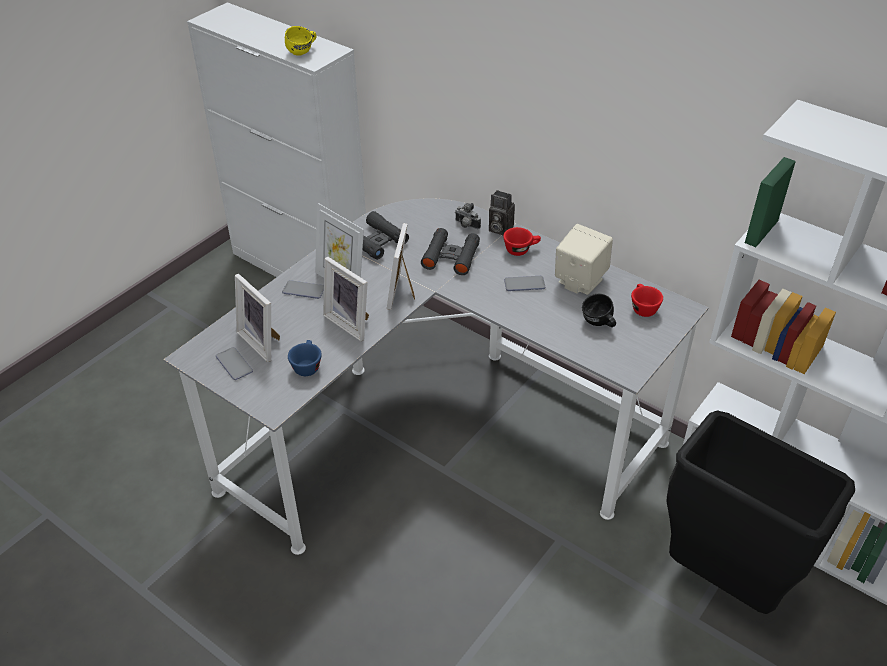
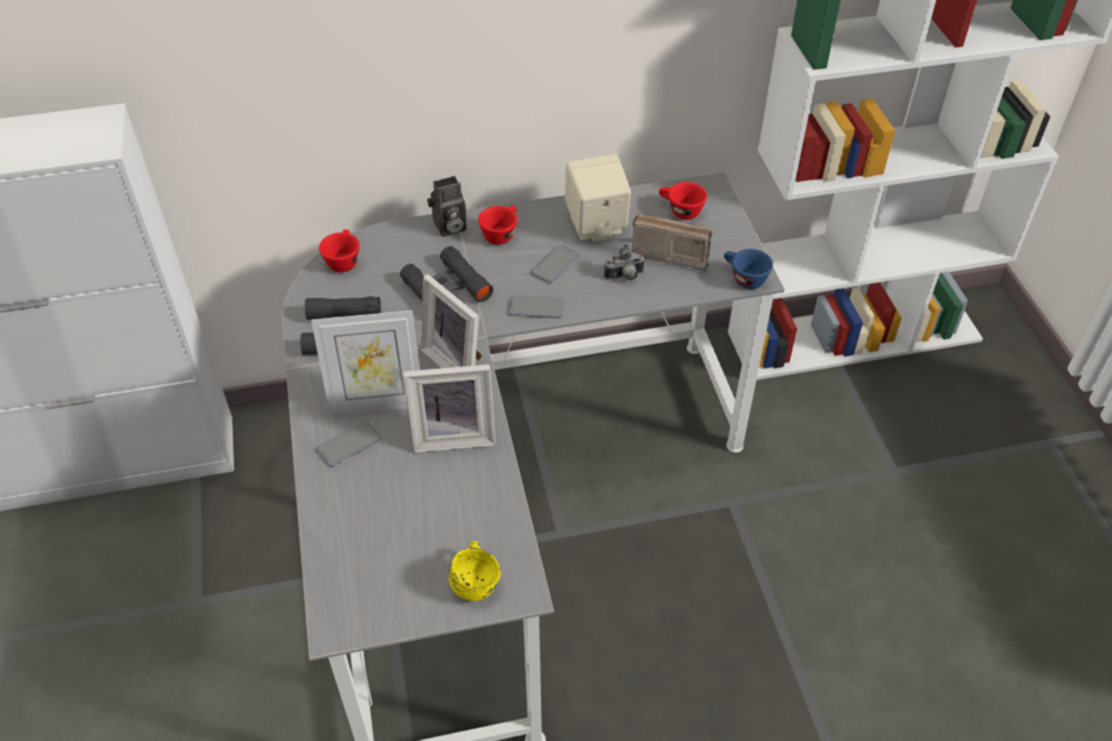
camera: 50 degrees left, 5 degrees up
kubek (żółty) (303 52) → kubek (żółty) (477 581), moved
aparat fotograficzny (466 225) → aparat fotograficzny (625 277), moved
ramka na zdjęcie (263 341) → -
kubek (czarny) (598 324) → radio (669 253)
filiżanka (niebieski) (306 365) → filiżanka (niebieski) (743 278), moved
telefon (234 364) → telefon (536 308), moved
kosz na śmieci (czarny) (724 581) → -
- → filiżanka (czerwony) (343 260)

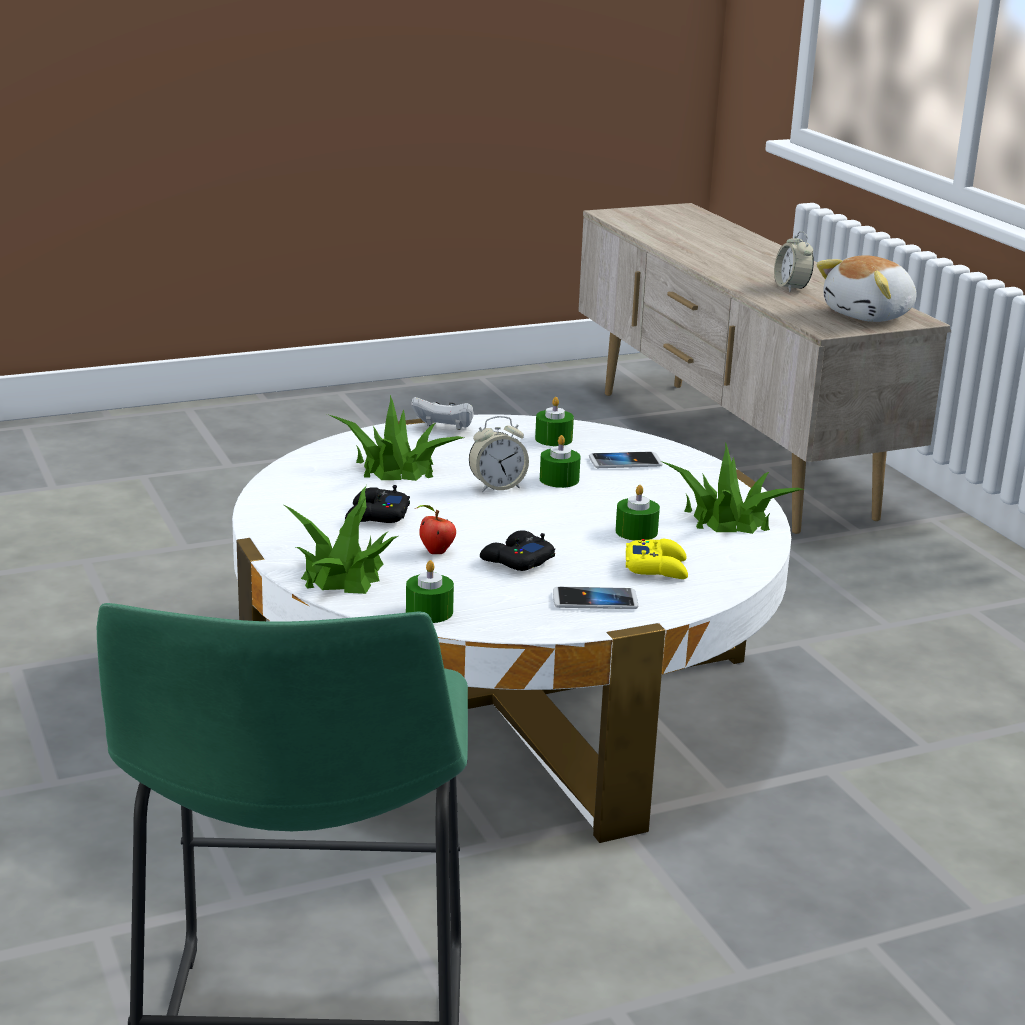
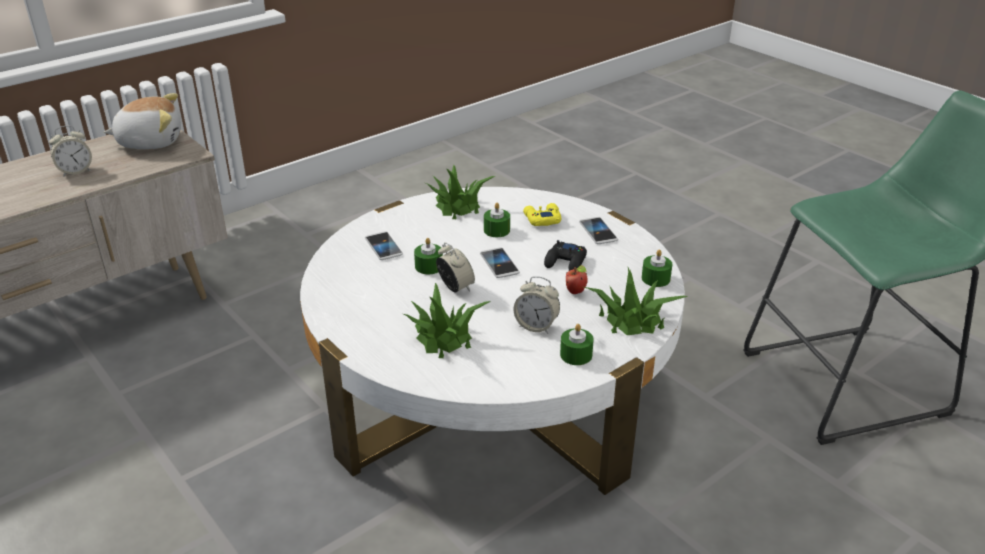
camera: 105 degrees left, 10 degrees up
pluszak (870 315) → pluszak (150 142), 45 degrees counterclockwise
pad do gier (biały) (443 428) → -
świeca (zielony) (553 439) → świeca (zielony) (576 355), moved
pad do gier (czarny) (376 515) → budzik (536 326)
- → telefon (499 264)

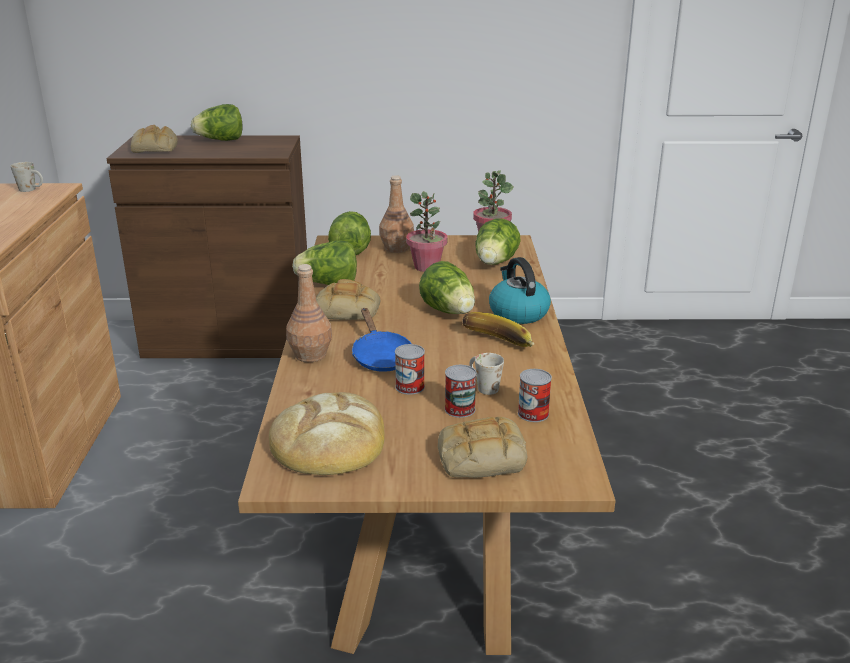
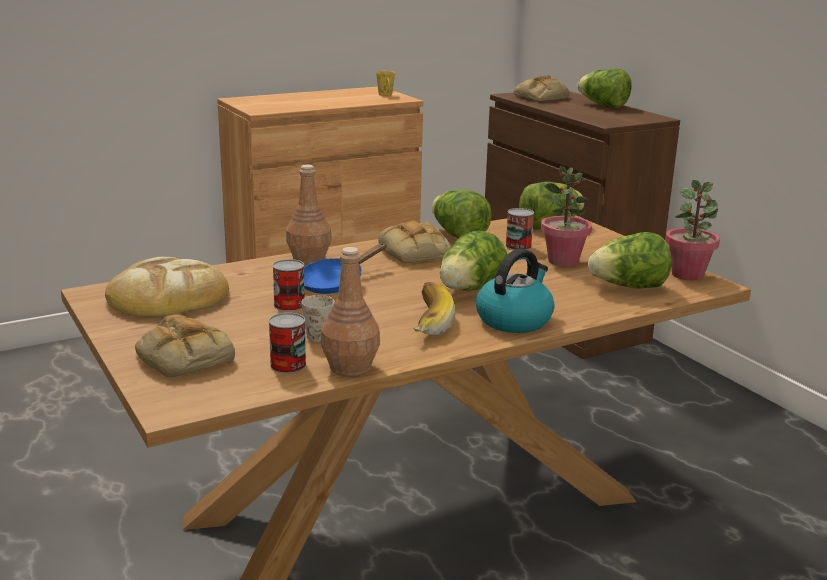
camera: 60 degrees right, 5 degrees down
kubek (biały) (32 190) → kubek (żółty) (386 95)
butelka (brązowy) (397 248) → butelka (brązowy) (350 368), moved
puszka (459 409) → puszka (518 246), moved

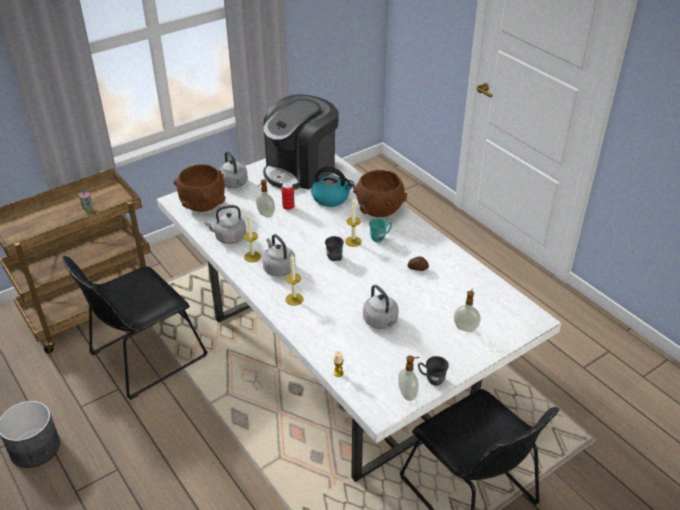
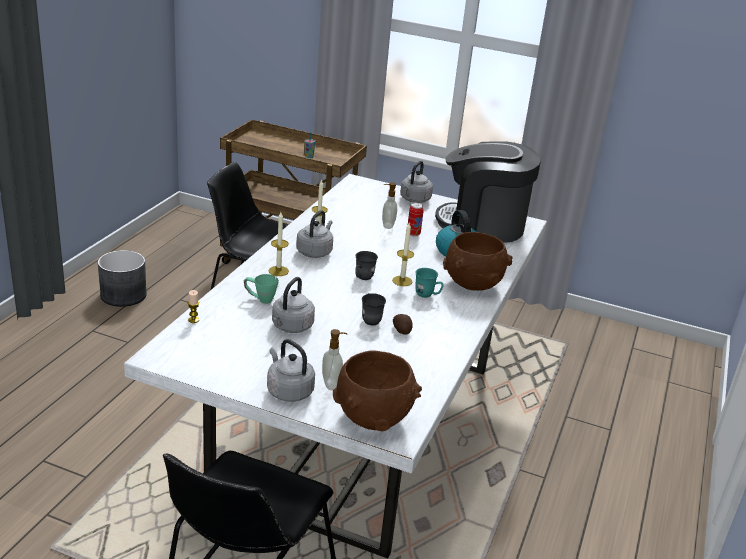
camera: 55 degrees right, 10 degrees down
miska (brązowy) (202 205) → miska (brązowy) (373 417), moved
czajnik (szary) (229 238) → czajnik (szary) (288 391), moved
dozownik mydła (408 394) → -
kubek (szary) (431 379) → kubek (szary) (370 319), moved
- → kubek (zielony) (260 299)

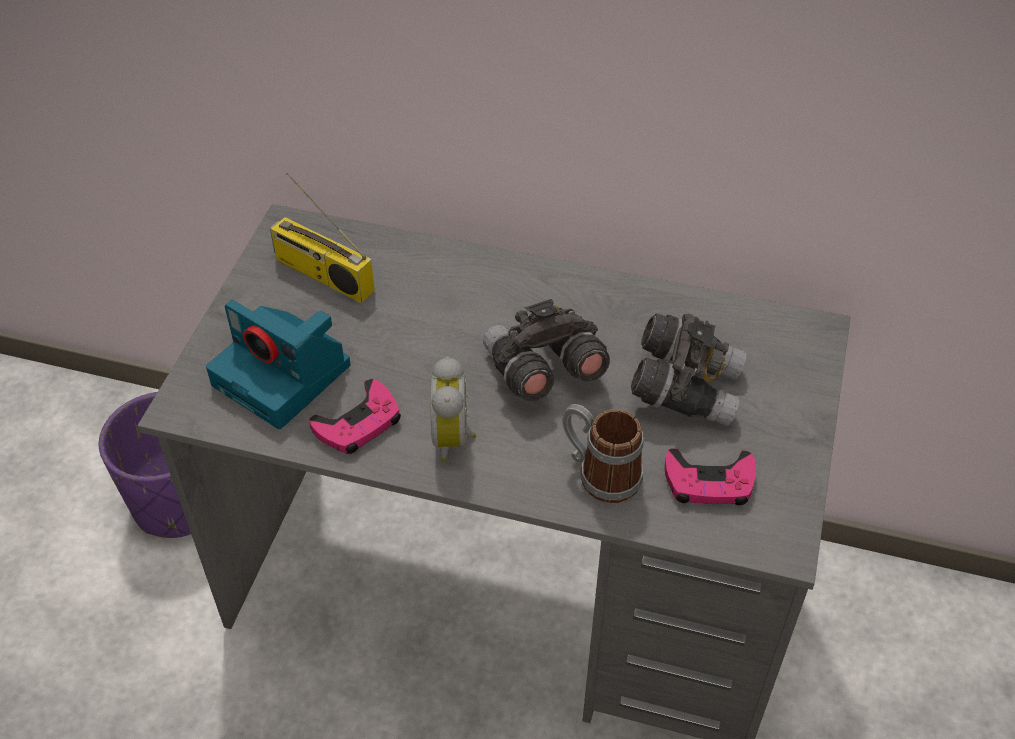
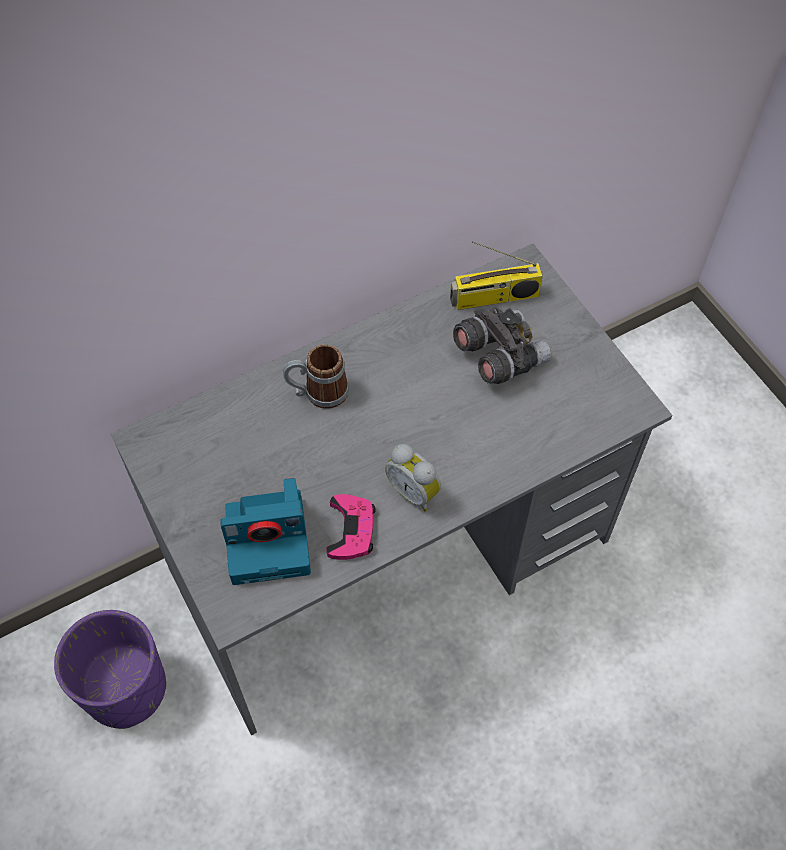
camera: 45 degrees left, 10 degrees up
radio (322 275) → radio (494 298), moved
lornetka (szary) (542 371) → -
kubek (599 473) → kubek (318 392), moved
pad do gier (różowy) (709 482) → -

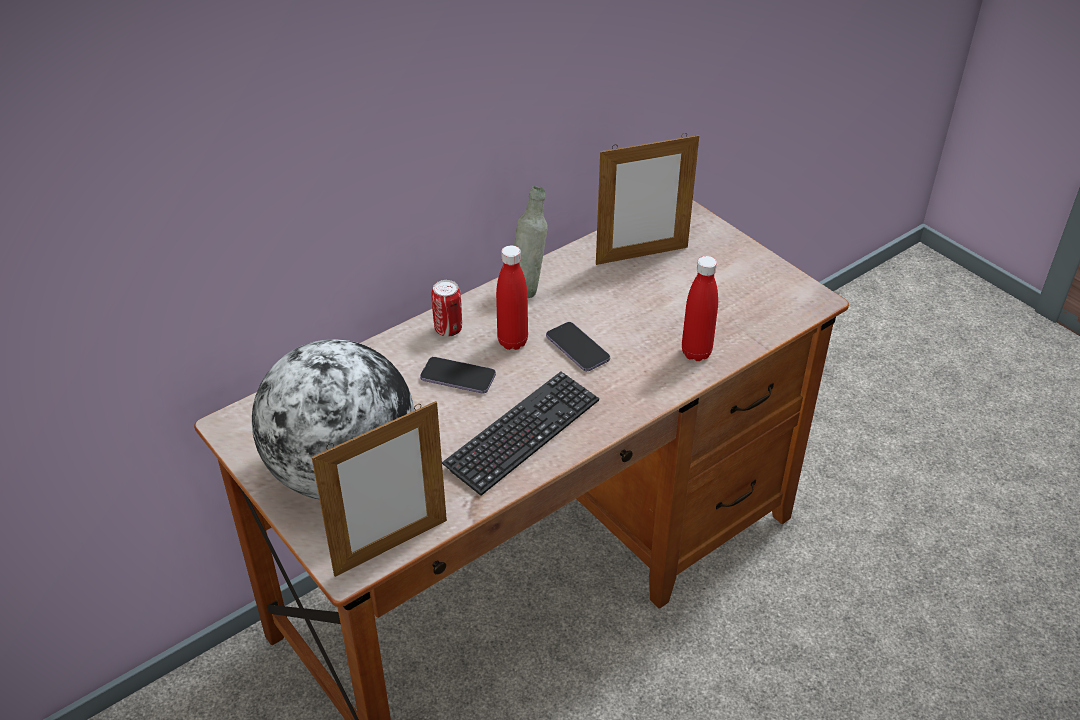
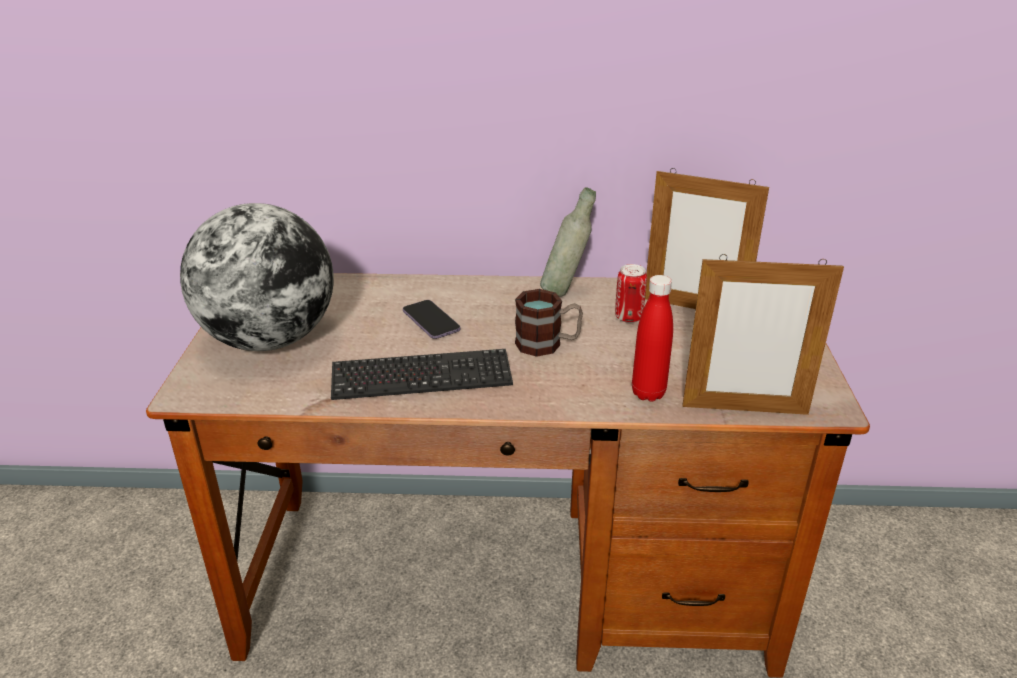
camera: 40 degrees right, 10 degrees down
butelka (czerwony) (512 342) → -
puszka (448 329) → puszka (628 317), moved
telefon (577 348) → kubek (547 344)
ramka na zdjęcie (391 547) → ramka na zdjęcie (744 409), moved

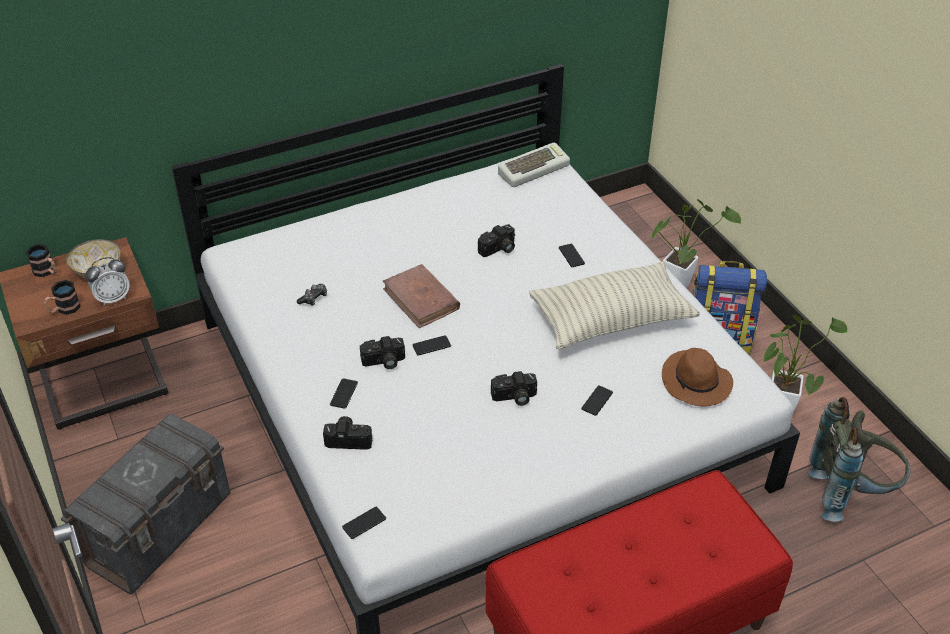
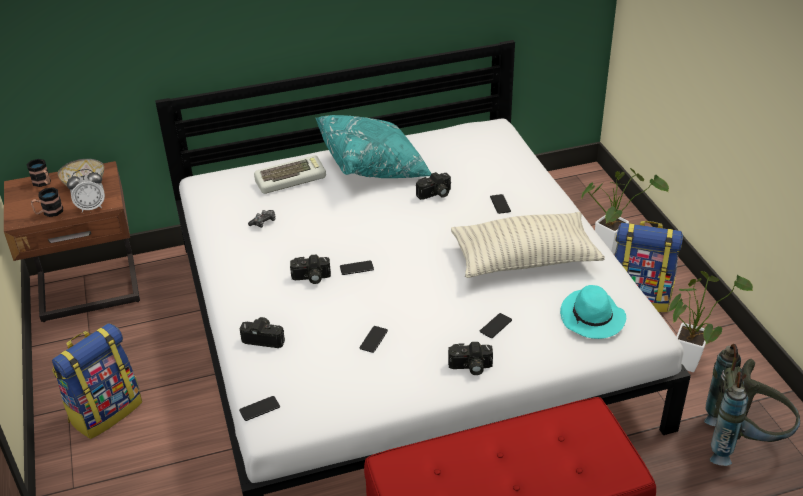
camera: 10 degrees right, 5 degrees down
klawiatura (533 169) → klawiatura (290 178), moved
książka (brązowy) (421 299) → -
kapelusz (brązowy) (696 382) → kapelusz (turkusowy) (592 318)
aparat fotograficzny (514 397) → aparat fotograficzny (470 367), moved
telefon (344 394) → telefon (373 339), moved
pojemnik do przechowywania (szary) (160 530) → plecak (105 411)
- → poduszka (turkusowy) (375 166)

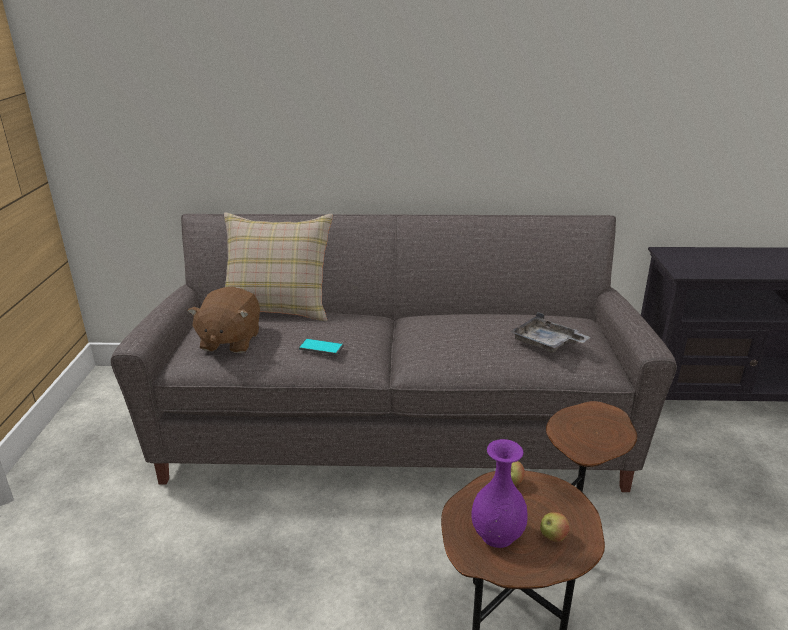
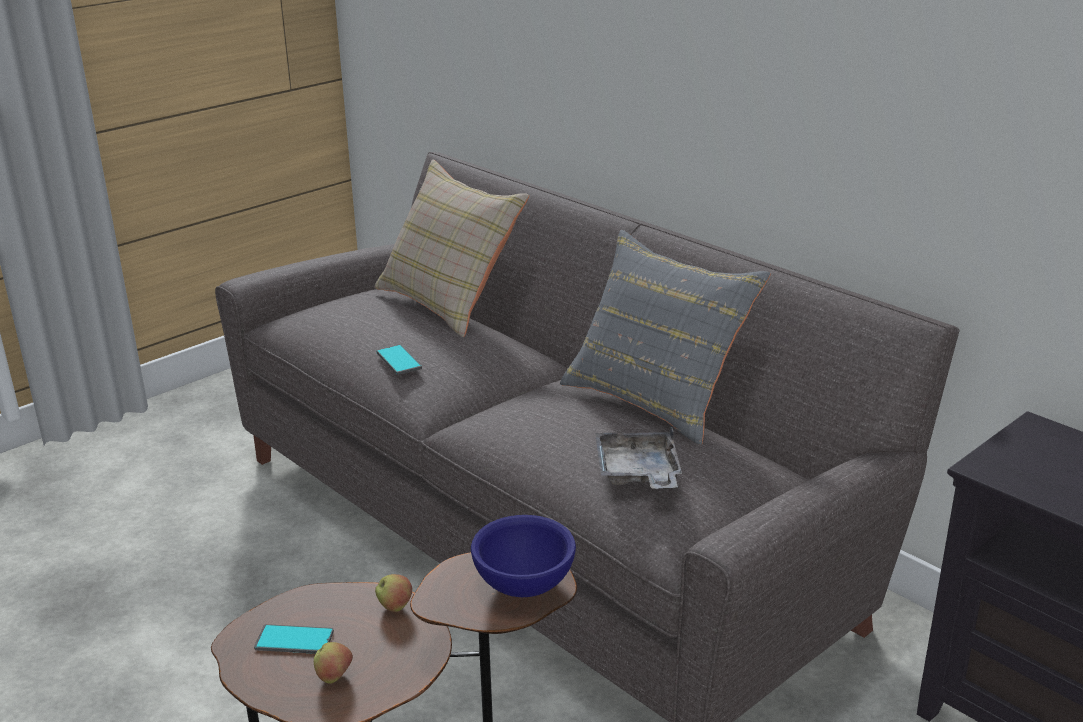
camera: 45 degrees right, 0 degrees up
pluszak (brązowy) (230 341) → -
wazon (fioletowy) (498 535) → telefon (294 640)
- → poduszka (szary) (656 397)
- → miska (niebieski) (522 584)

